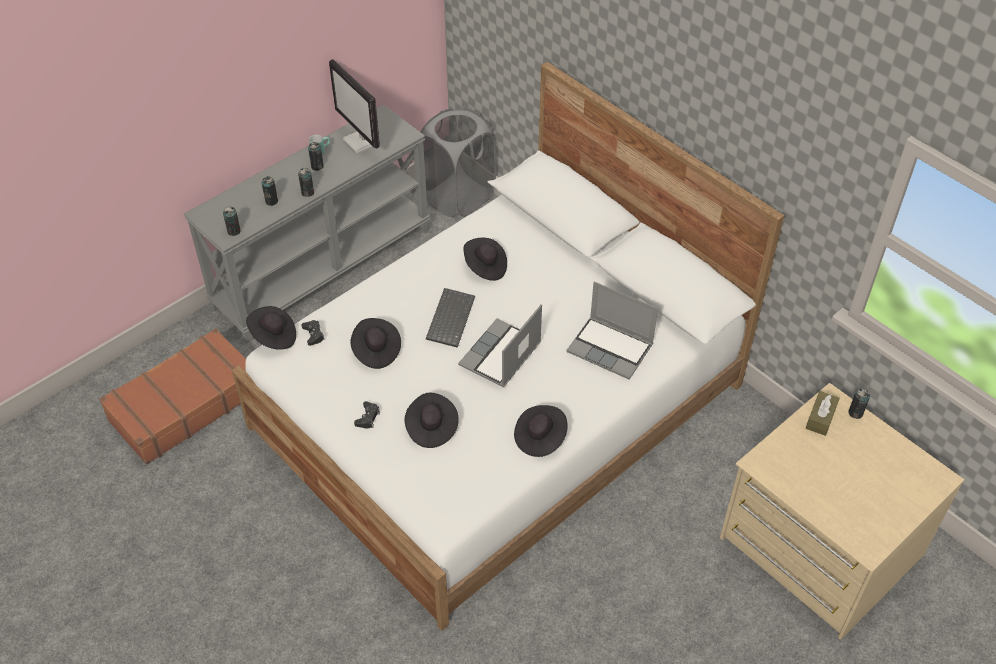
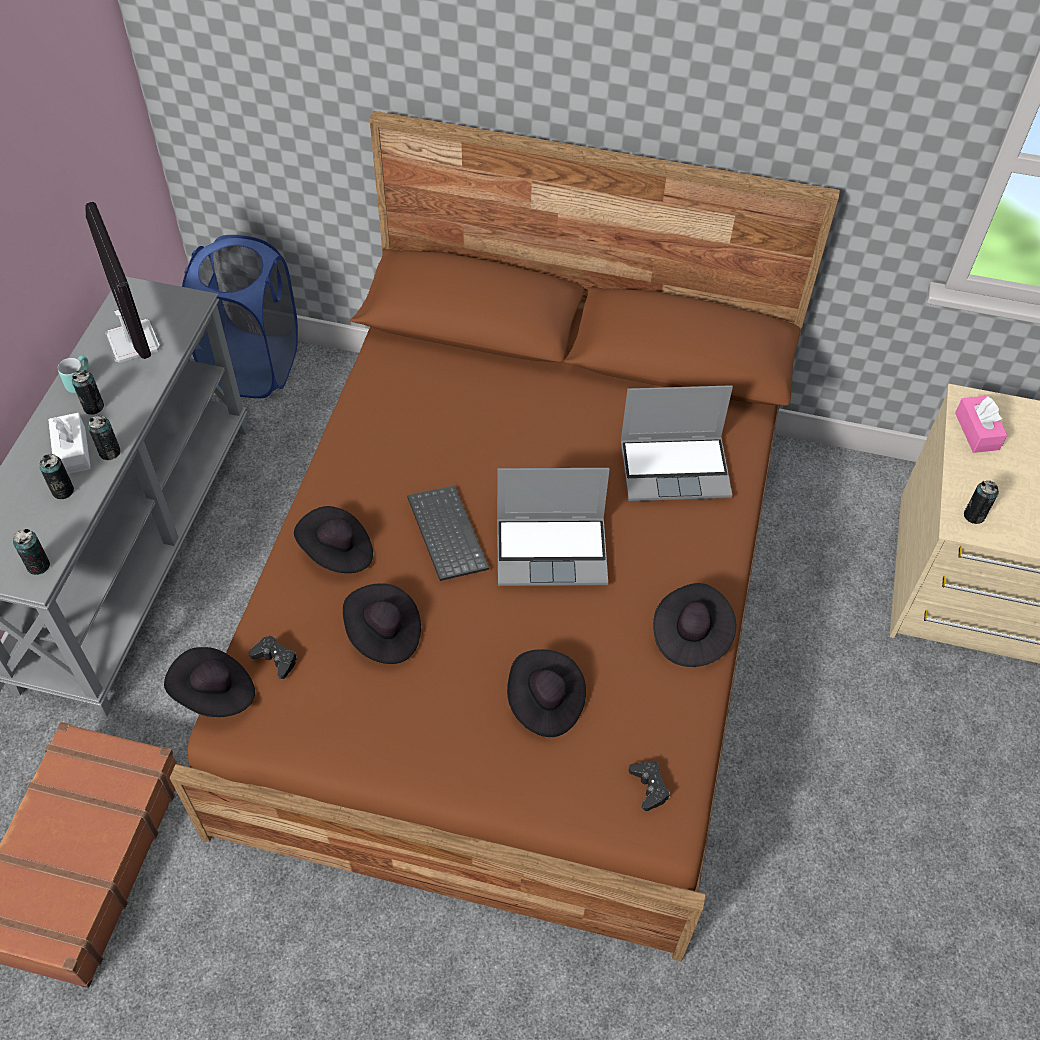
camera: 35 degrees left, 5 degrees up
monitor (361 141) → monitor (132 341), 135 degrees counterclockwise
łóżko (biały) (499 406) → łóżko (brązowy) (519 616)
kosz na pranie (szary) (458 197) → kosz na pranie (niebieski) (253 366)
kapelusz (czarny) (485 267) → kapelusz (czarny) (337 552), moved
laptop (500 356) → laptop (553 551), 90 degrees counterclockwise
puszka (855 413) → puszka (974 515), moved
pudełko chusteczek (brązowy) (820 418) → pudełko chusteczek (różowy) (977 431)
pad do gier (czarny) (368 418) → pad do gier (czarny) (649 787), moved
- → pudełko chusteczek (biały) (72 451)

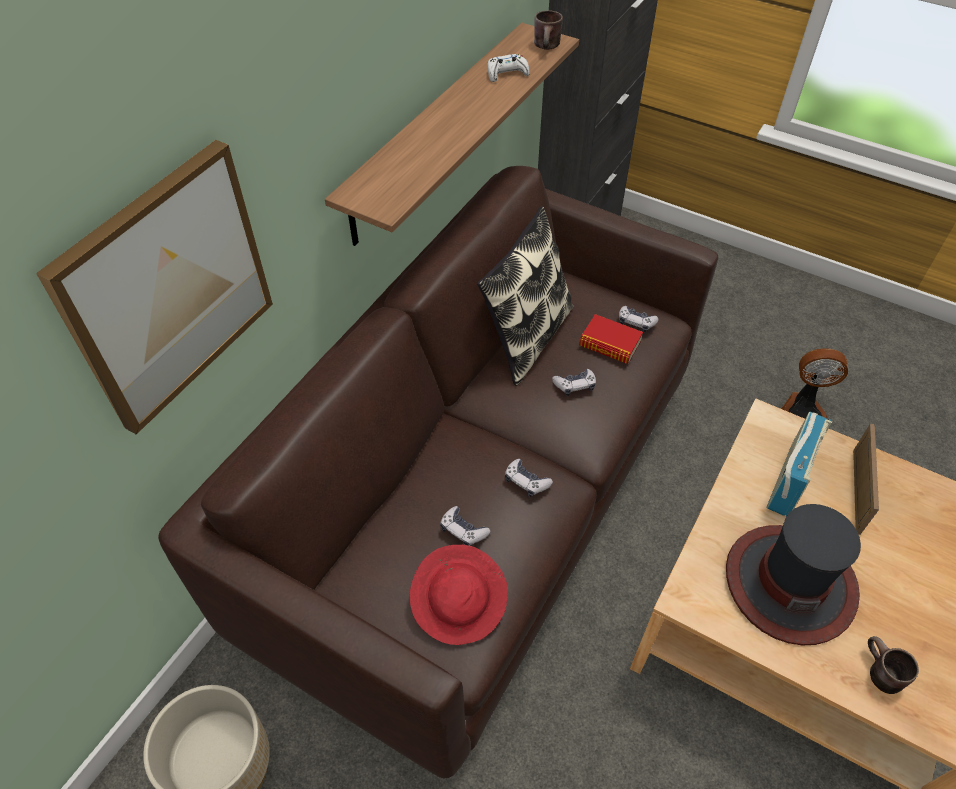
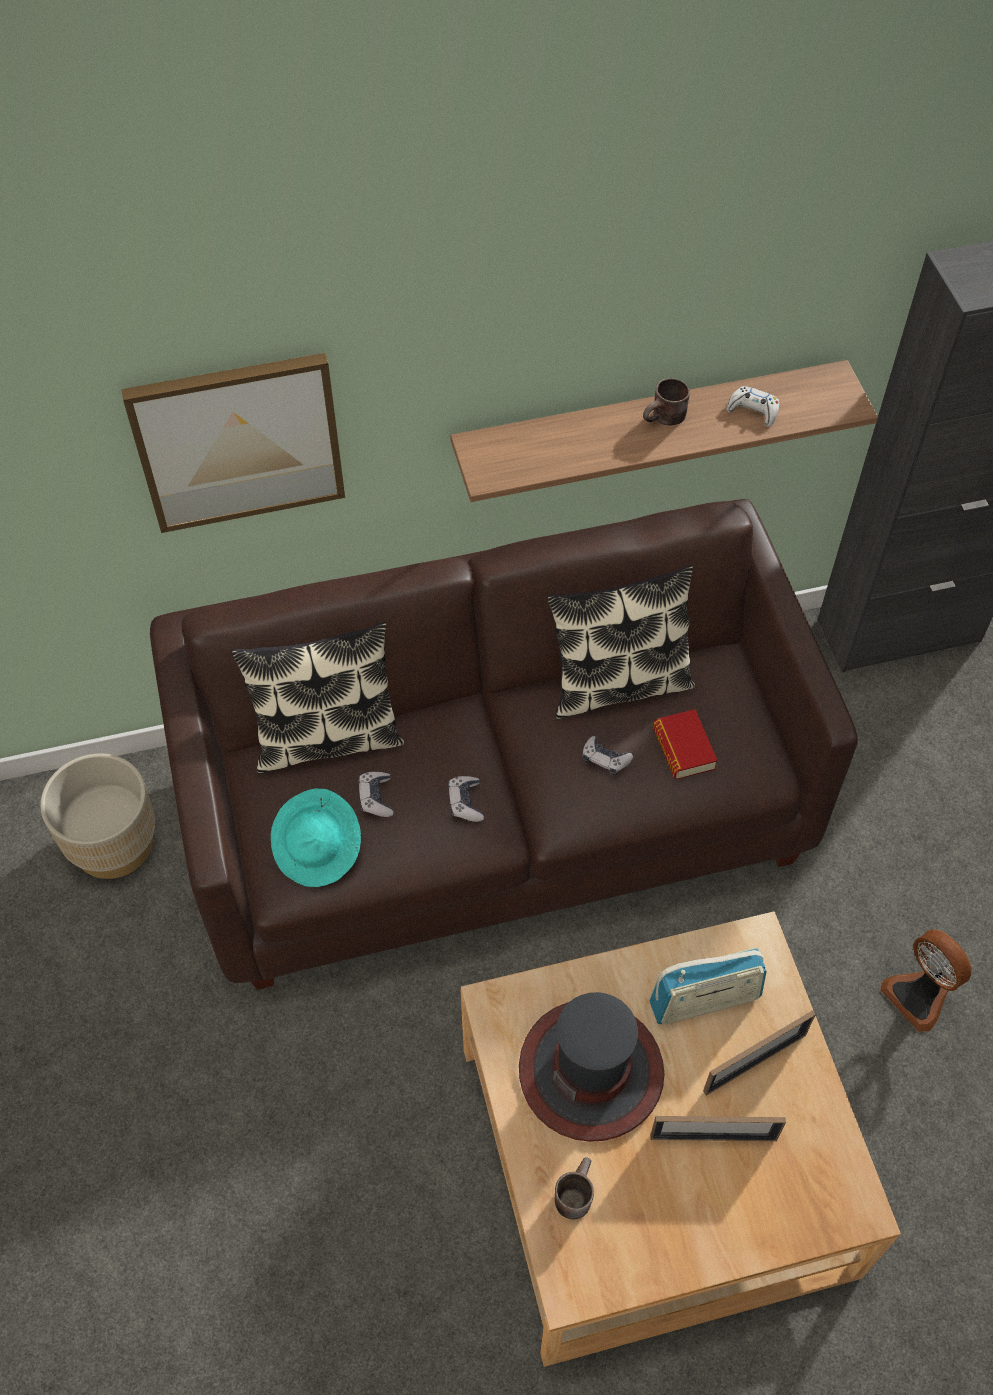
camera: 45 degrees right, 5 degrees up
kubek (brązowy) (548 47) → kubek (brązowy) (665 420), moved
pad do gier (636 322) → -
kapelusz (czerwony) (460 604) → kapelusz (turkusowy) (318 849)
- → poduszka (327 738)
- → ramka na zdjęcie (713 1137)

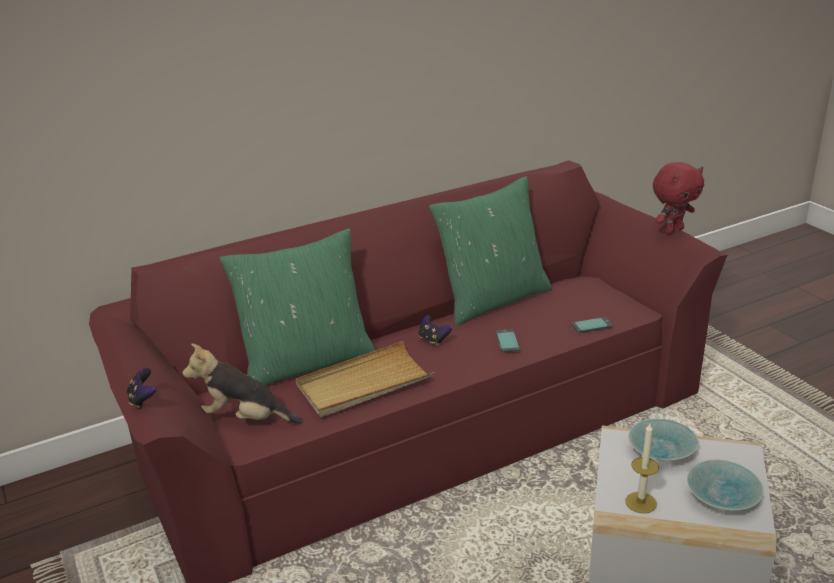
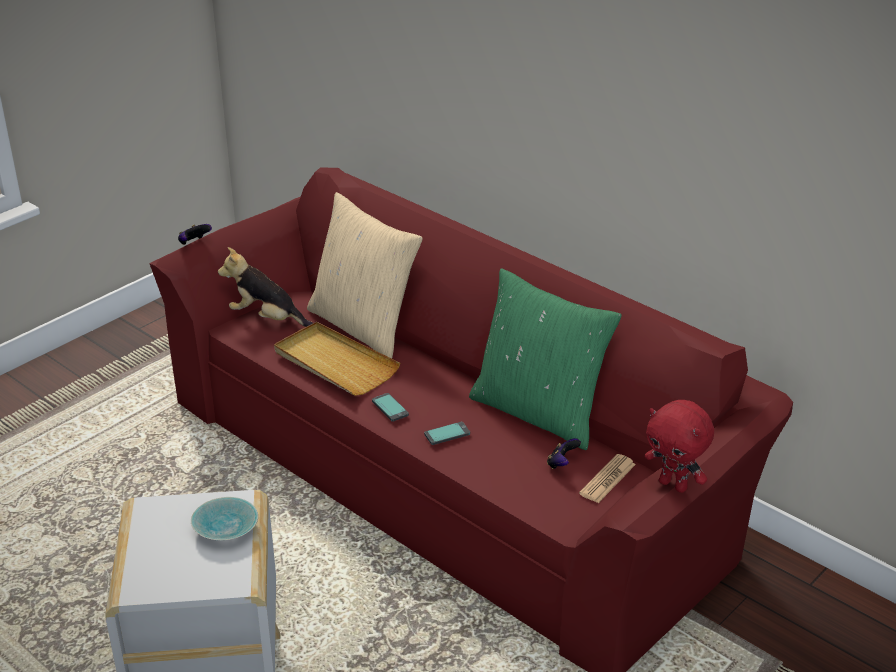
camera: 70 degrees right, 5 degrees up
poduszka (zielony) (306 362) → poduszka (beżowy) (364 326)
pad do gier (433 340) → pad do gier (562 464), moved
telefon (591 326) → telefon (390 408), moved
pluszak (245 418) → pluszak (267 318), 60 degrees counterclockwise
świeca (641 502) → -
miska (turkusowy) (725 496) → -
- → gazeta (607 479)

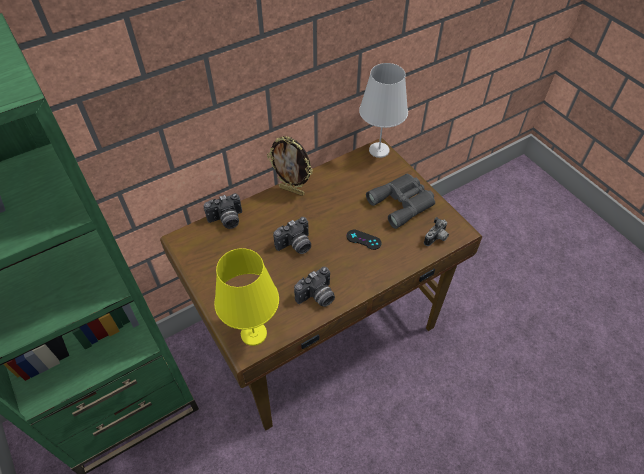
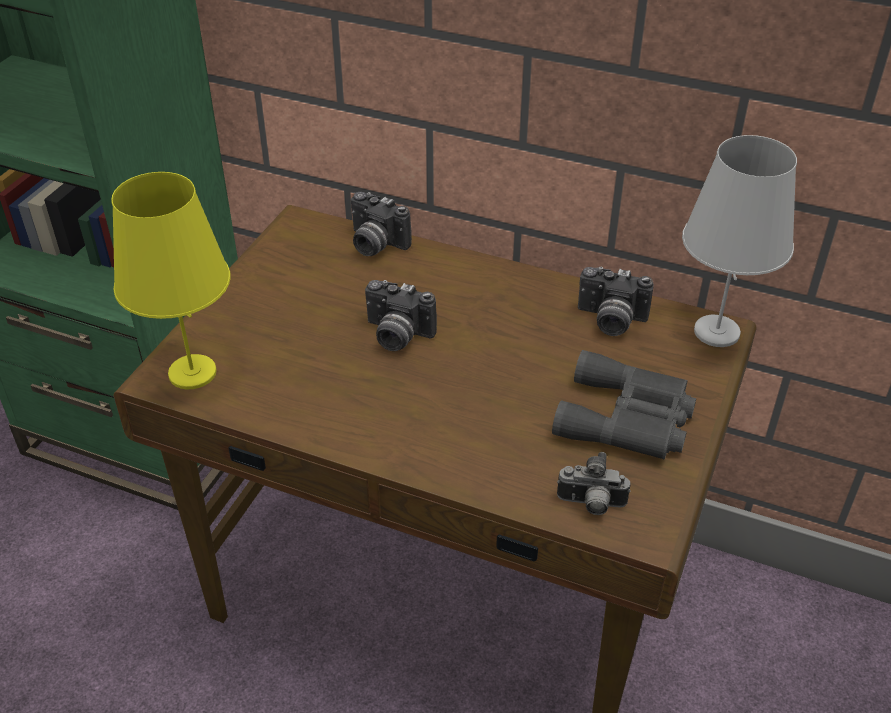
camera: 55 degrees right, 10 degrees down
ramka na zdjęcie (292 190) → -
pad do gier (czarny) (363 239) → -
aparat fotograficzny (317 297) → aparat fotograficzny (610 321), moved

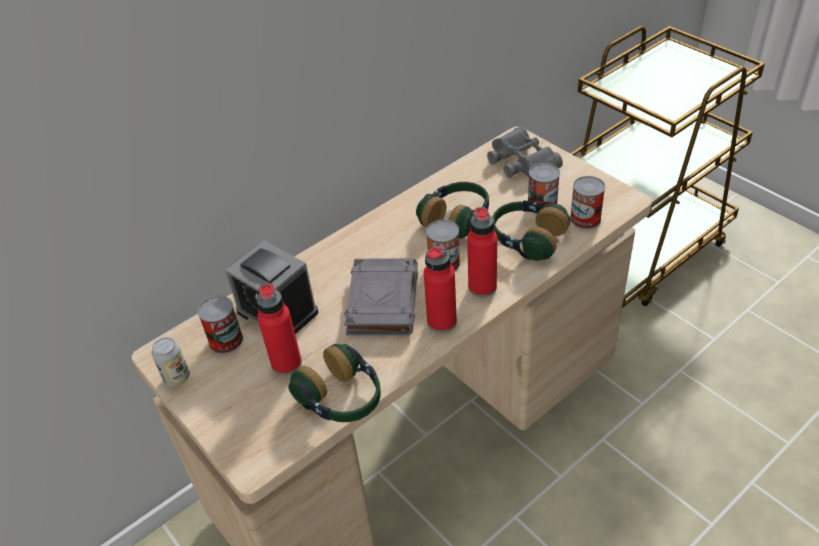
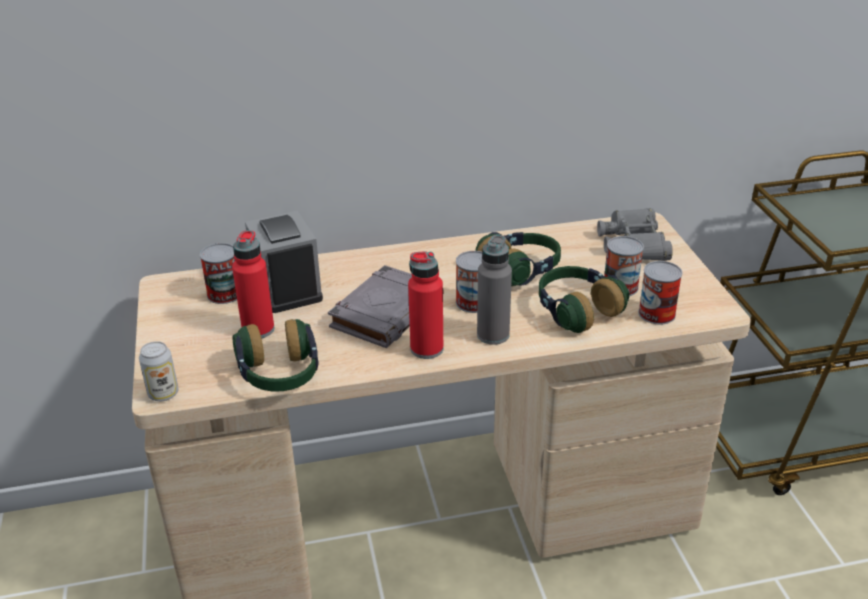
camera: 25 degrees right, 10 degrees down
butelka (czerwony) (482 287) → butelka (szary) (493 335)
puszka (177 377) → puszka (163 394), moved

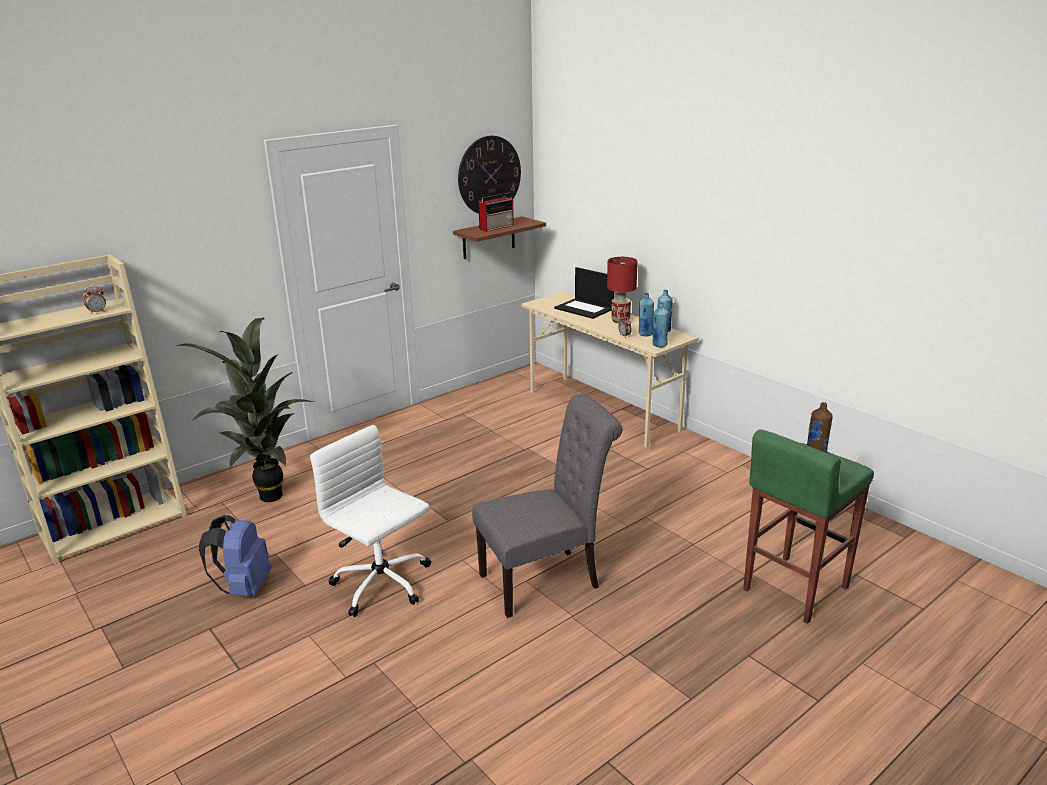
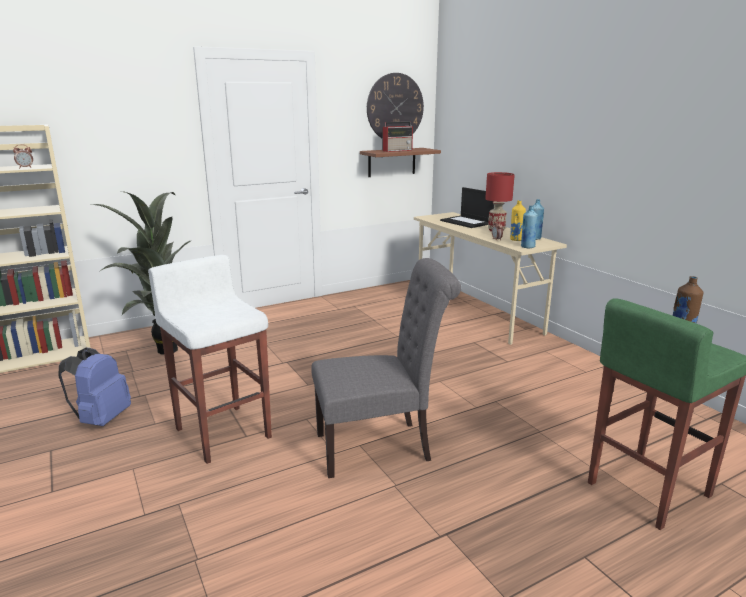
camera: 10 degrees right, 5 degrees down
butelka (niebieski) (645 334) → butelka (żółty) (516 239)
krzesło biurowe (biały) (382 584) → stołek (biały) (223 432)

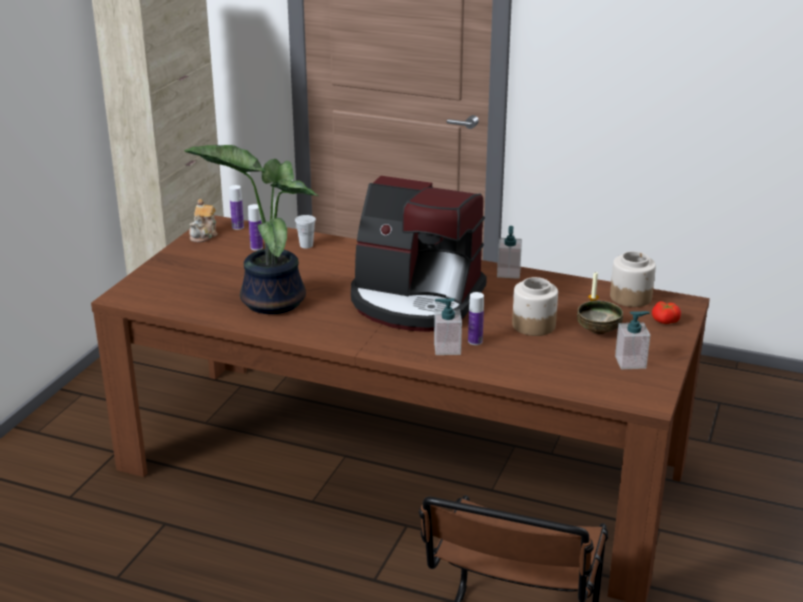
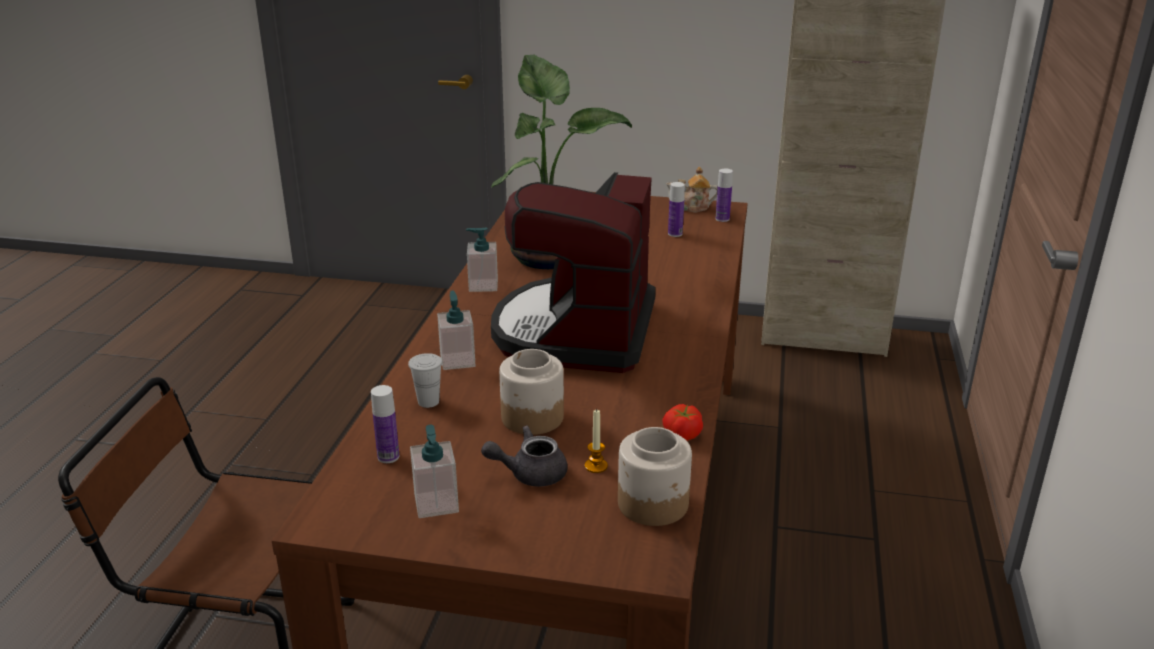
camera: 80 degrees right, 0 degrees up
filiżanka (biały) (306 245) → filiżanka (biały) (428 402), moved
dozownik mydła (508 273) → dozownik mydła (483 285), moved
butelka (475 341) → butelka (388 457), moved
miska (599 330) → imbryk (szary) (529 473)
pomidor (665 321) → pomidor (681 434), moved

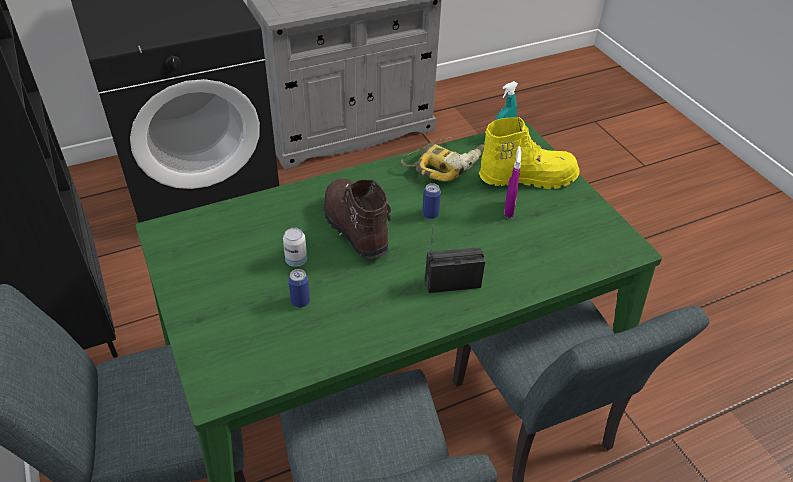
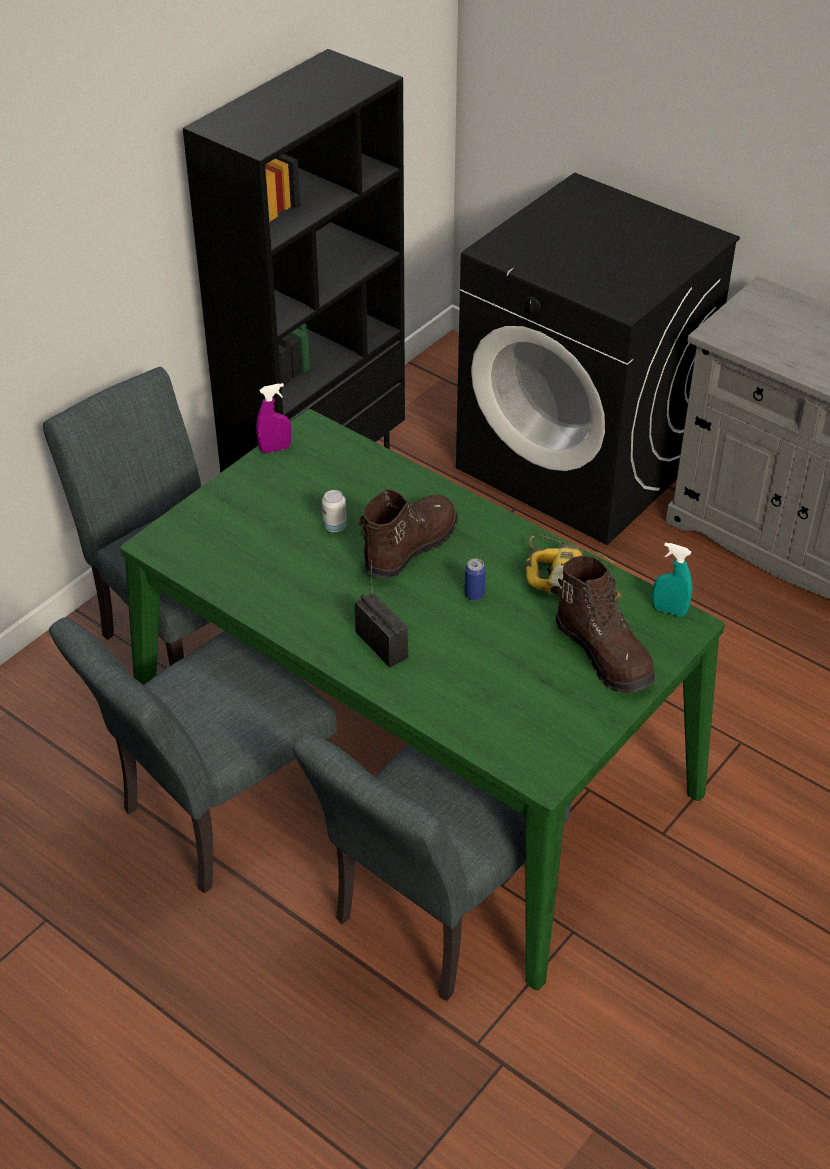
camera: 65 degrees right, 0 degrees up
but z cholewką (żółty) (527 178) → but z cholewką (brązowy) (604 654)
spryskiwacz (fioletowy) (508 209) → spryskiwacz (fioletowy) (275 449), moved
puszka (300 301) → -

